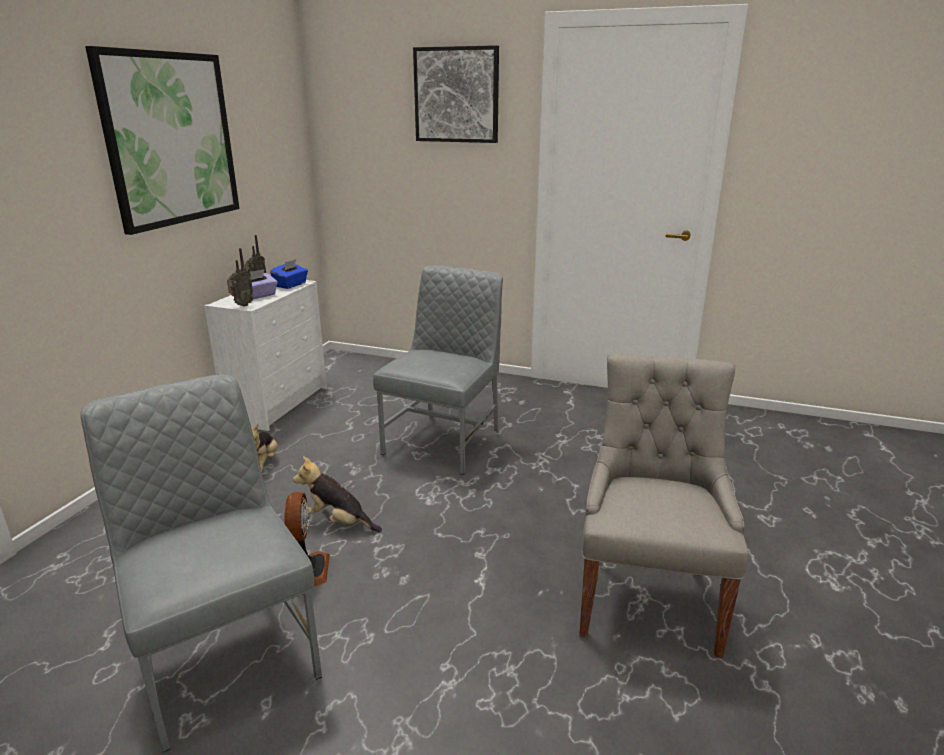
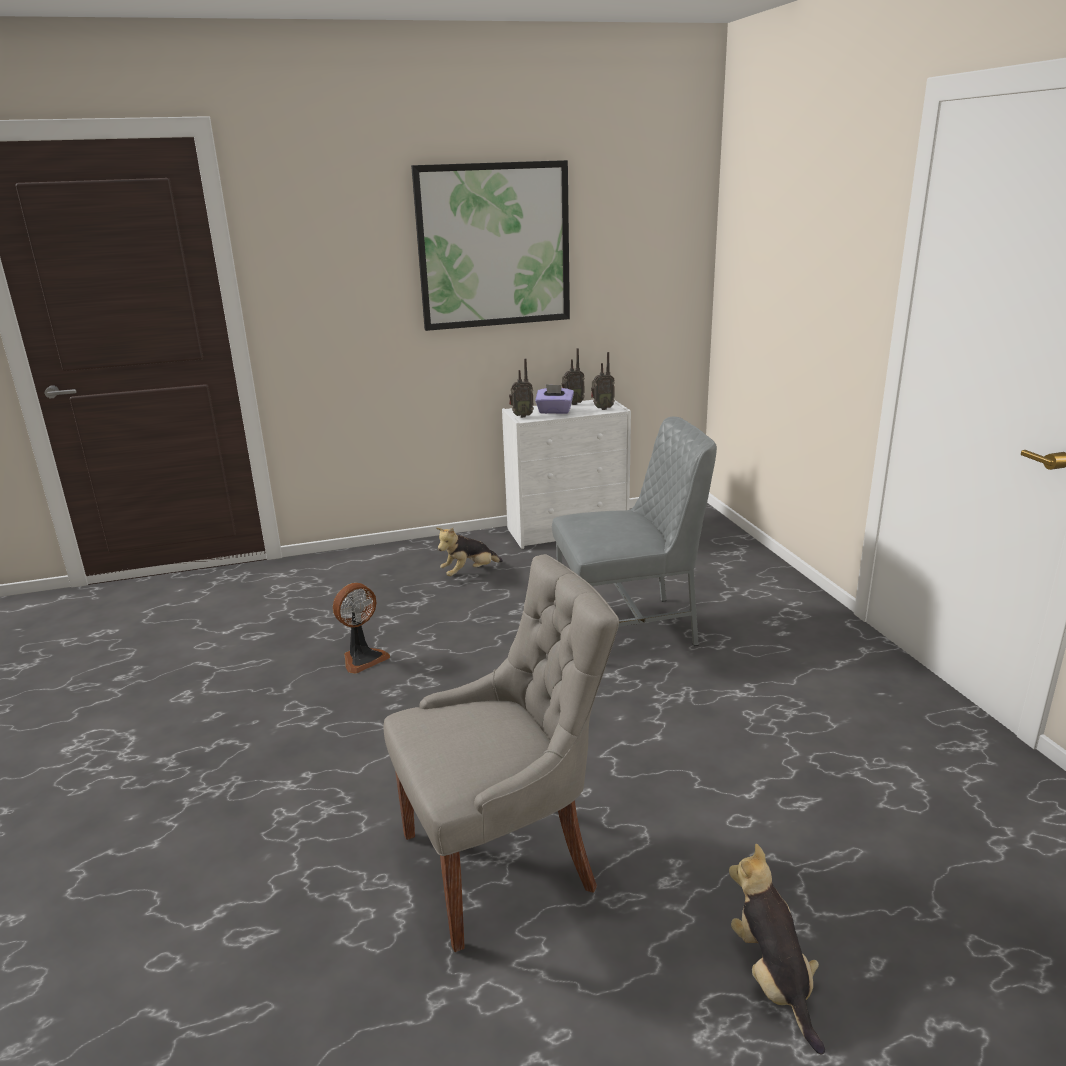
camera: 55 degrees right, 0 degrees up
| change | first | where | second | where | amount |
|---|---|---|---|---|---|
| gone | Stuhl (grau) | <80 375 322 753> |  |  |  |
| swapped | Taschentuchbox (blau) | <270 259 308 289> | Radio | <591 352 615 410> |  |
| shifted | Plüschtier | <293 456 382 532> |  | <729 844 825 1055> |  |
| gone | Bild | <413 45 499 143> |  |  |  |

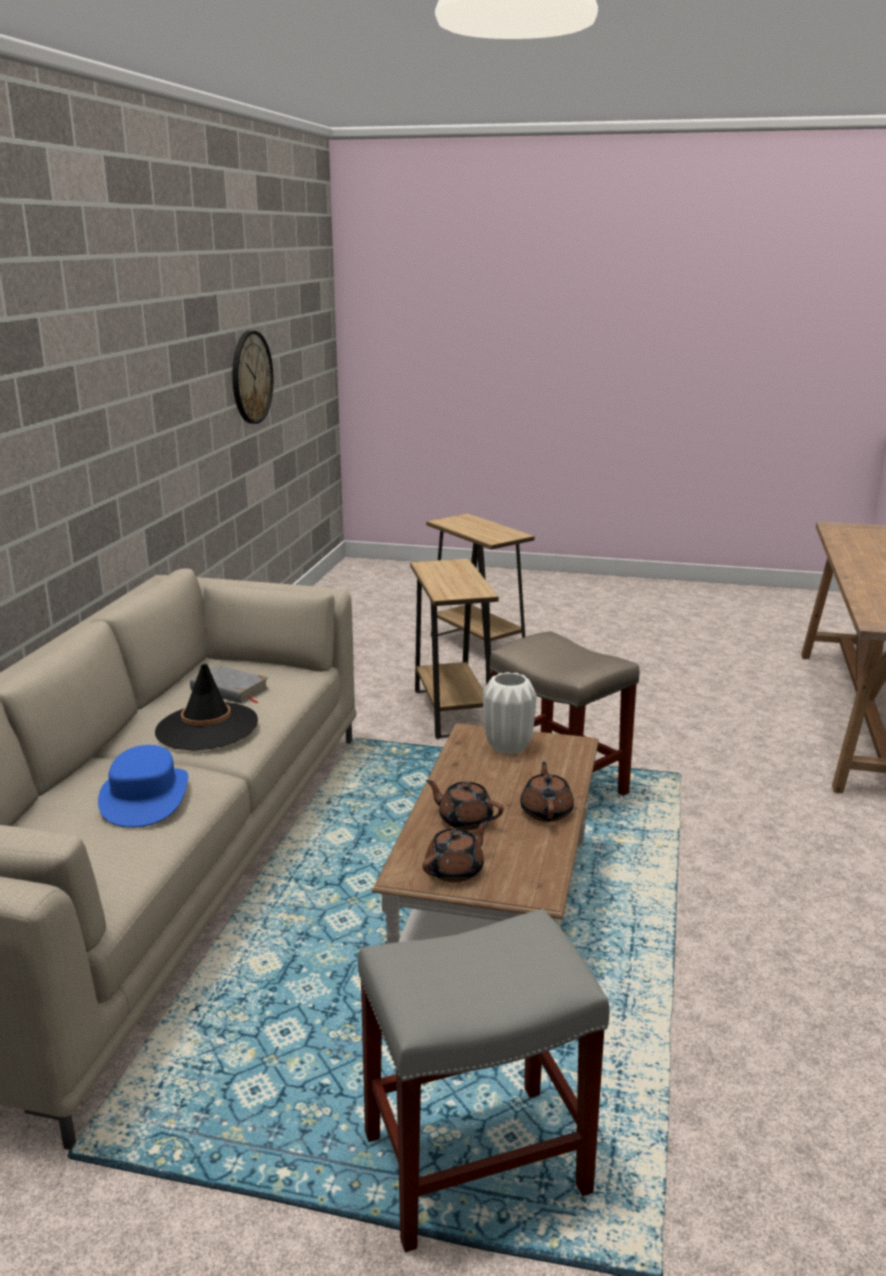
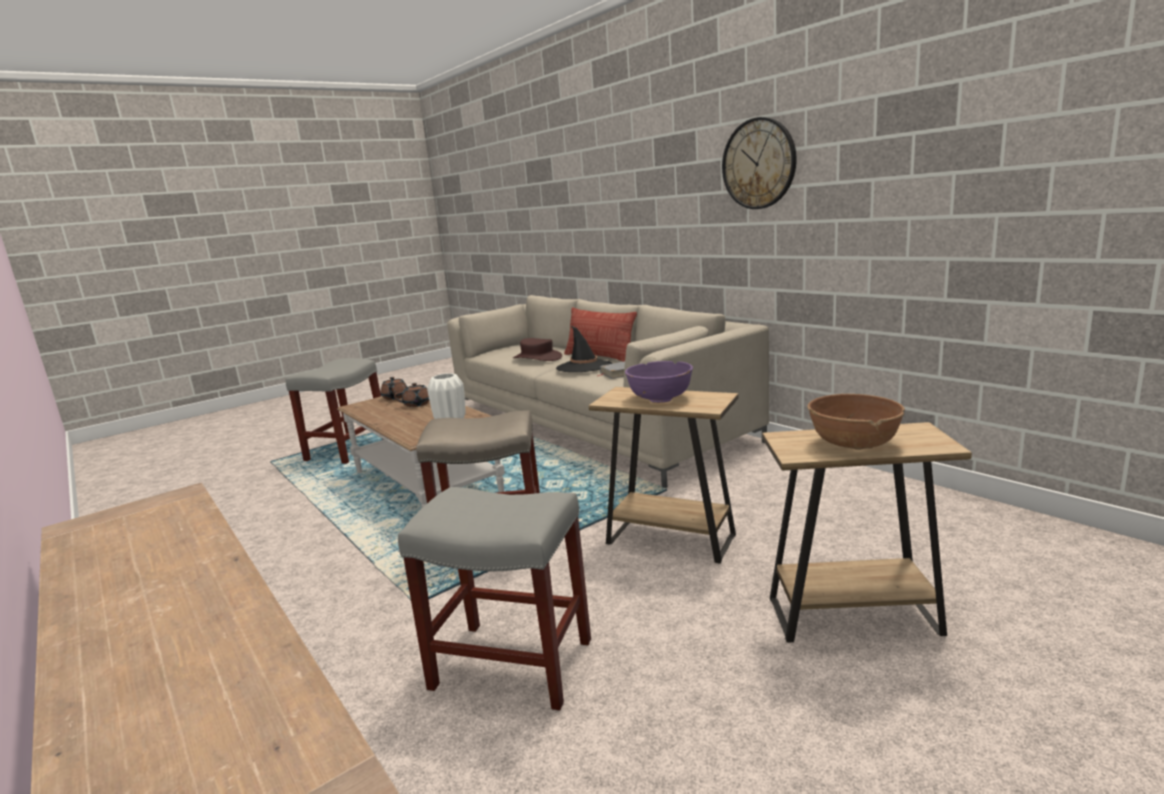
camera: 130 degrees right, 5 degrees down
| change | first | where | second | where | amount |
|---|---|---|---|---|---|
| repainted | Hut (blau) | <98 745 188 828> | Hut (braun) | <513 338 562 361> |  |
| shifted | Wanduhr | <232 331 273 424> |  | <722 117 796 209> |  |
| gone | Teekanne (braun) | <520 762 574 822> |  |  |  |
| new |  |  | Hocker (grau) | <398 487 591 710> |  |
| new |  |  | Kissen | <564 308 637 362> |  |
| new |  |  | Schüssel (lila) | <625 361 693 403> |  |
| new |  |  | Schüssel (braun) | <807 394 905 450> |  |

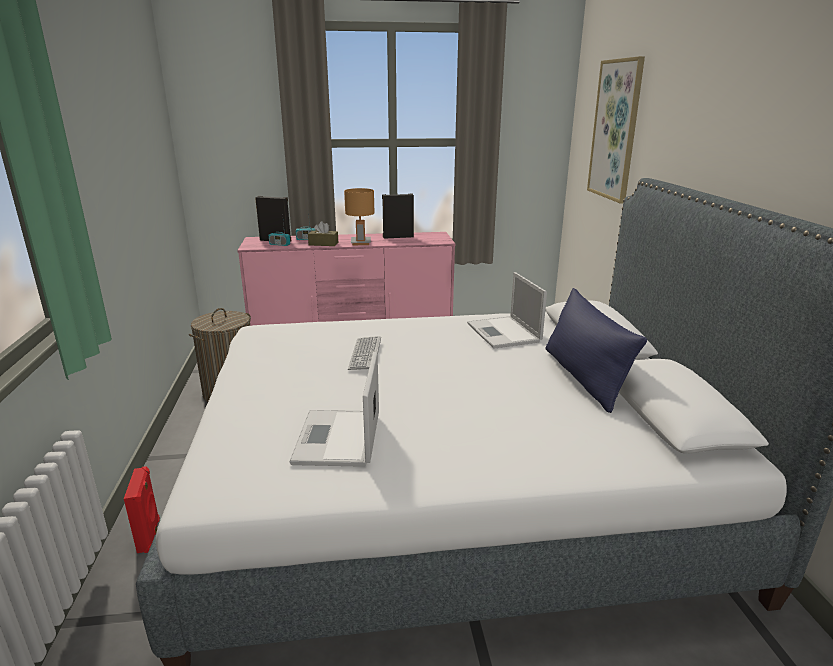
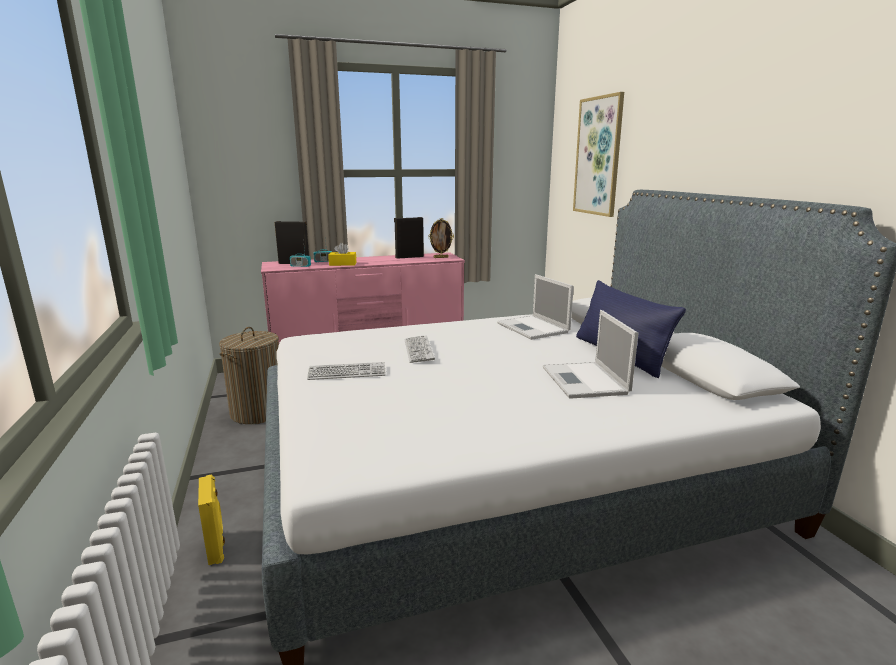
camera: 10 degrees left, 5 degrees down
| change | first | where | second | where | amount |
|---|---|---|---|---|---|
| repainted | Lautsprecher (rot) | <124 466 160 553> | Lautsprecher (gelb) | <198 474 225 565> |  |
| shifted | Laptop | <289 352 379 467> |  | <543 310 639 399> |  |
| repainted | Taschentuchbox (braun) | <308 221 338 246> | Taschentuchbox (gelb) | <328 242 356 266> |  |
| gone | Tischlampe (braun) | <344 188 375 245> |  |  |  |
| new |  |  | Tastatur | <307 362 386 380> |  |
| new |  |  | Bilderrahmen | <428 218 454 258> |  |

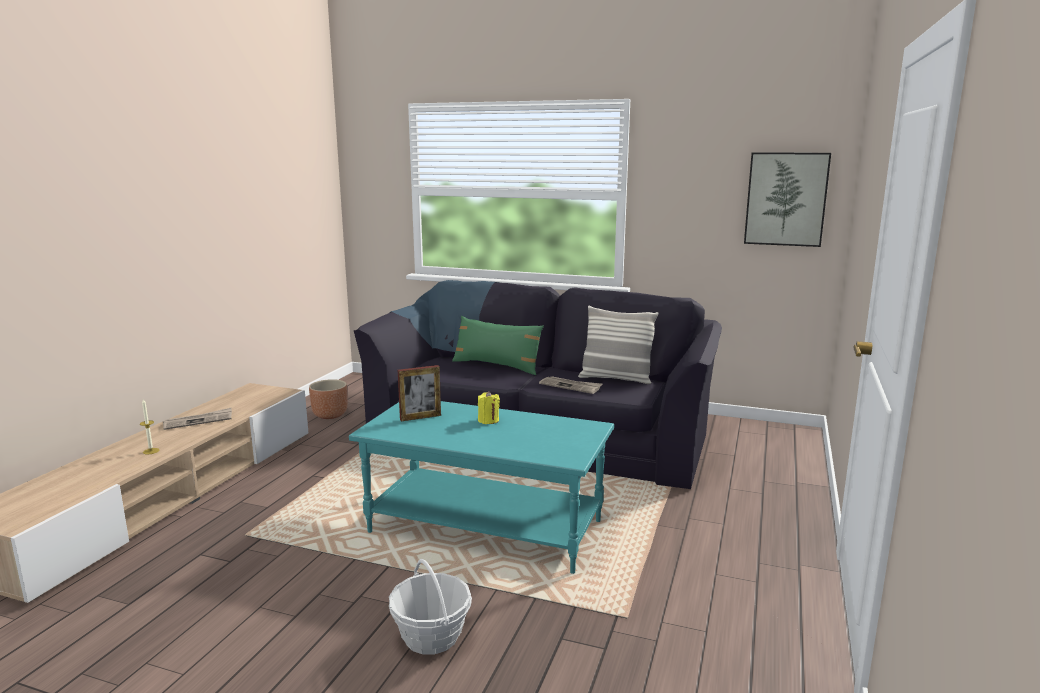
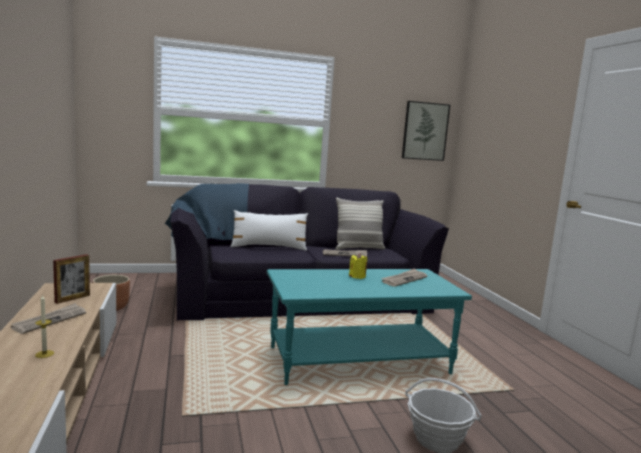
camera: 35 degrees left, 5 degrees down
| change | first | where | second | where | amount |
|---|---|---|---|---|---|
| shifted | Bilderrahmen | <398 365 441 421> |  | <53 254 90 304> |  |
| repainted | Kissen (grün) | <452 316 544 375> | Kissen (weiß) | <230 210 308 251> |  |
| new |  |  | Zeitung | <381 268 427 287> |  |

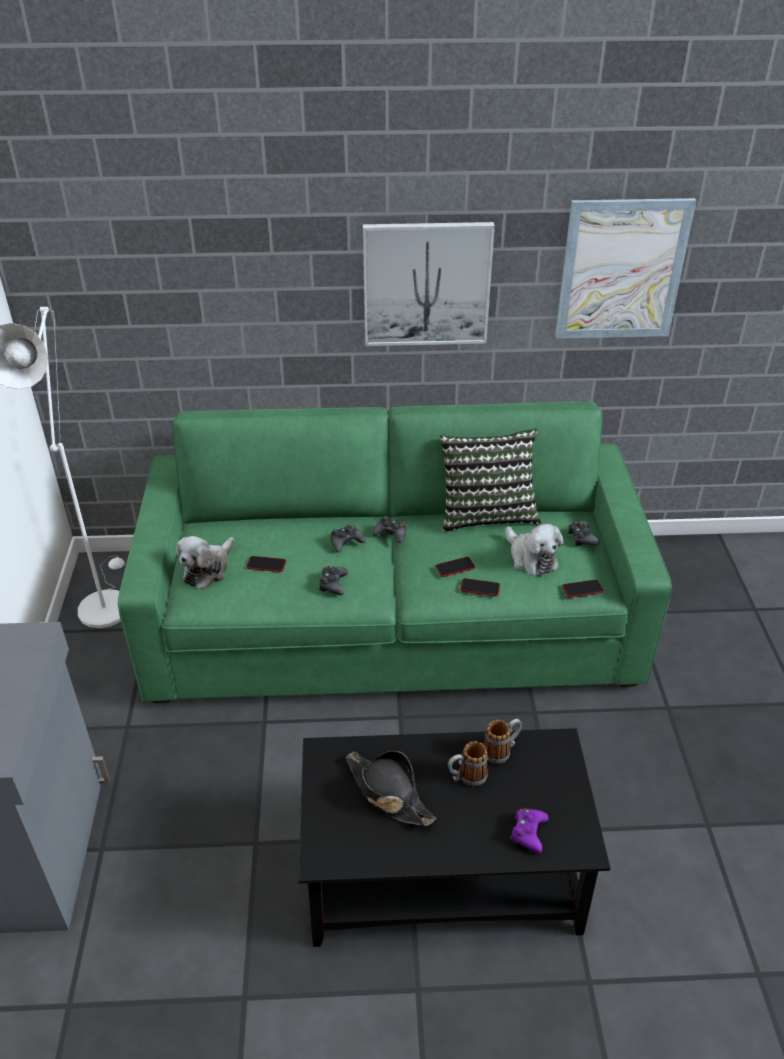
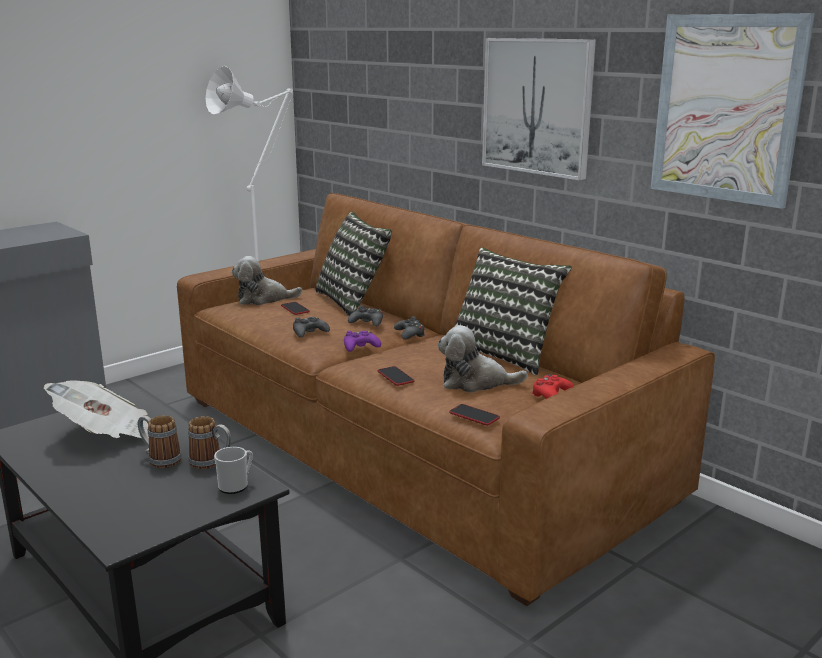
camera: 50 degrees right, 20 degrees down
| change | first | where | second | where | amount |
|---|---|---|---|---|---|
| repainted | Sofa (grün) | <118 402 672 703> | Sofa (braun) | <177 193 715 606> |  |
| swapped | Hut (schwarz) | <345 751 436 826> | Zeitung | <44 381 149 438> |  |
| gone | Handy | <435 557 475 577> |  |  |  |
| rotated | Plüschtier | <505 524 564 576> |  | <438 325 528 393> | 75 degrees clockwise |
| shifted | Gamepad (lila) | <510 808 548 853> |  | <344 330 381 352> |  |
| repainted | Gamepad (schwarz) | <567 521 599 546> | Gamepad (rot) | <532 374 574 399> |  |
| new |  |  | Henkelbecher | <214 447 253 494> |  |
| new |  |  | Kissen | <315 212 392 317> |  |

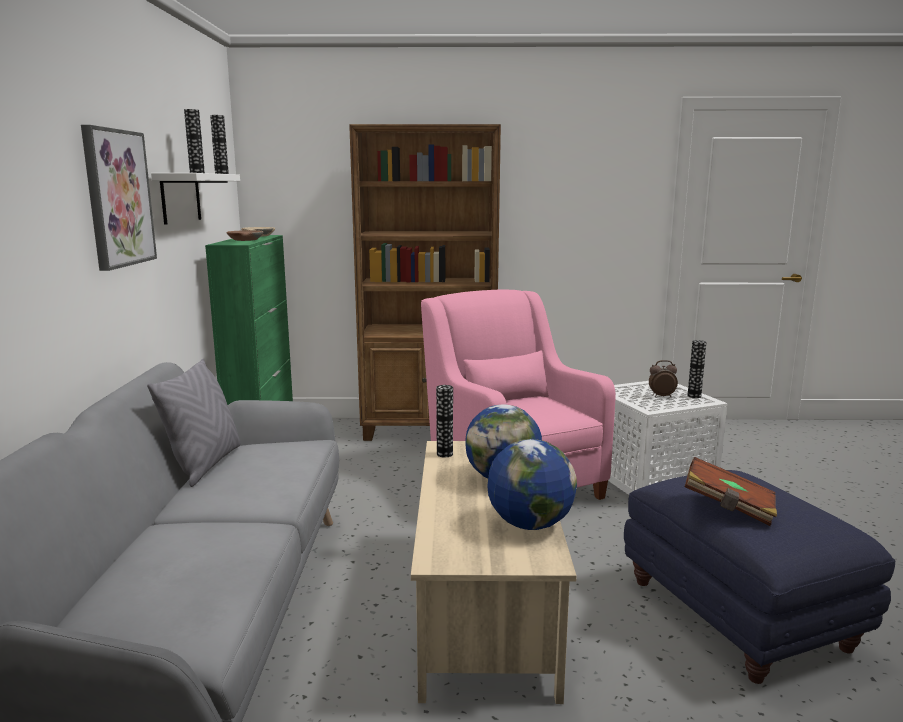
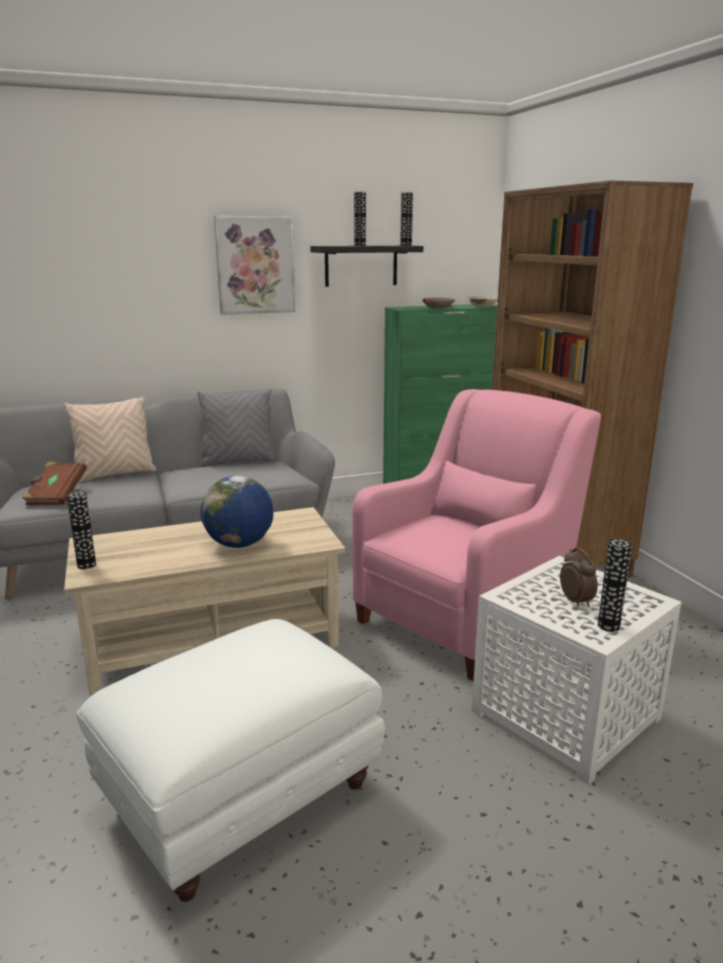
camera: 70 degrees right, 5 degrees up
| change | first | where | second | where | amount |
|---|---|---|---|---|---|
| repainted | Wandregal (weiß) | <151 173 240 225> | Wandregal (schwarz) | <310 246 423 287> |  |
| shifted | Vase | <436 385 453 457> |  | <67 491 96 569> |  |
| gone | Globus | <487 439 577 530> |  |  |  |
| repainted | Polsterhocker (blau) | <624 470 896 684> | Polsterhocker (weiß) | <77 619 385 902> |  |
| shifted | Buch (braun) | <685 457 777 526> |  | <22 462 87 505> |  |
| new |  |  | Kissen (beige) | <63 396 157 483> |  |

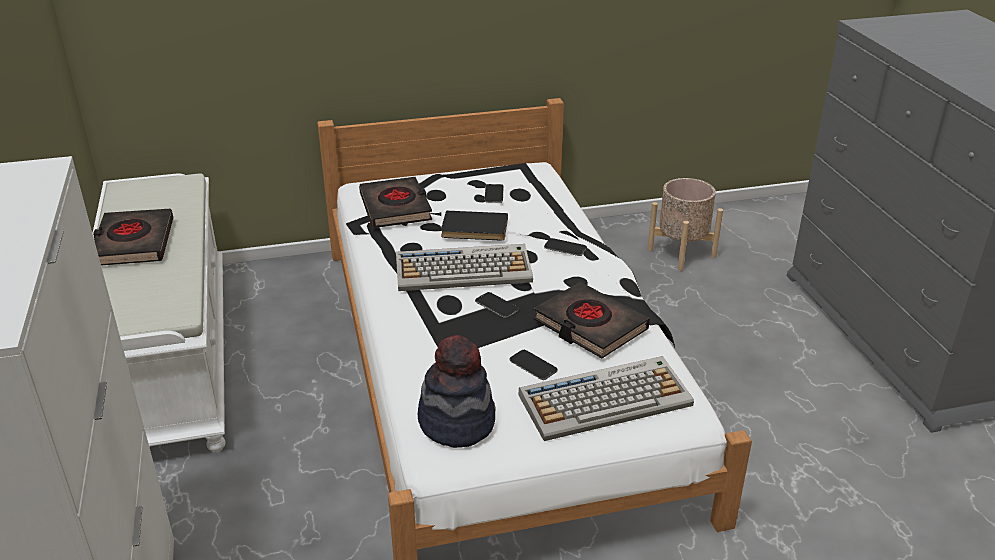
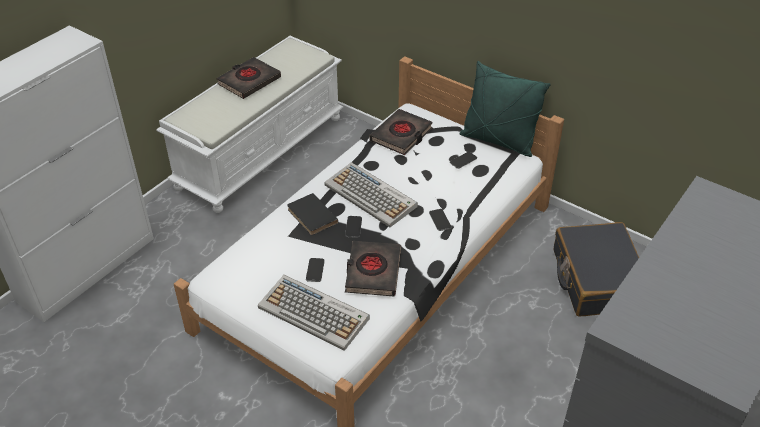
camera: 50 degrees right, 10 degrees up
| change | first | where | second | where | amount |
|---|---|---|---|---|---|
| gone | Hut | <418 335 495 448> |  |  |  |
| shifted | Buch (schwarz) | <441 211 508 240> |  | <287 193 338 235> |  |
| swapped | Pflanzkübel (beige) | <647 178 723 271> | Koffer (schwarz) | <554 222 639 317> |  |
| new |  |  | Kissen (grün) | <459 61 551 157> |  |

